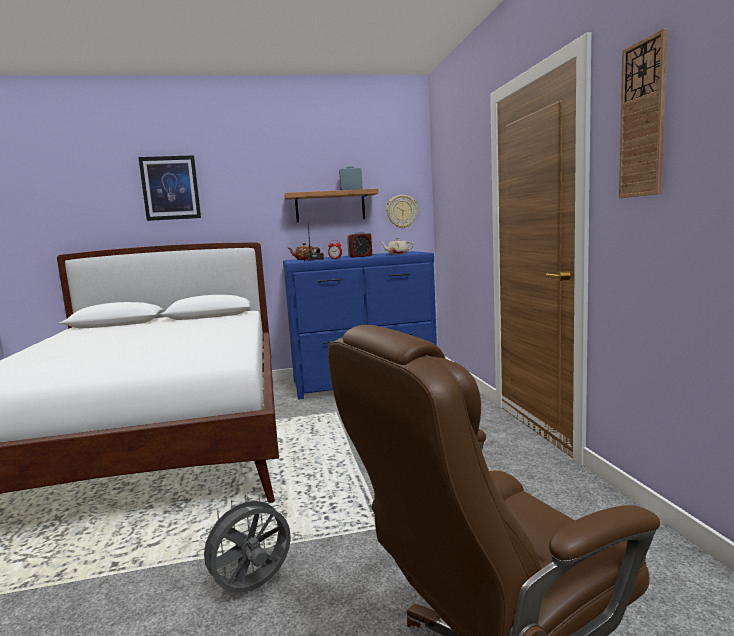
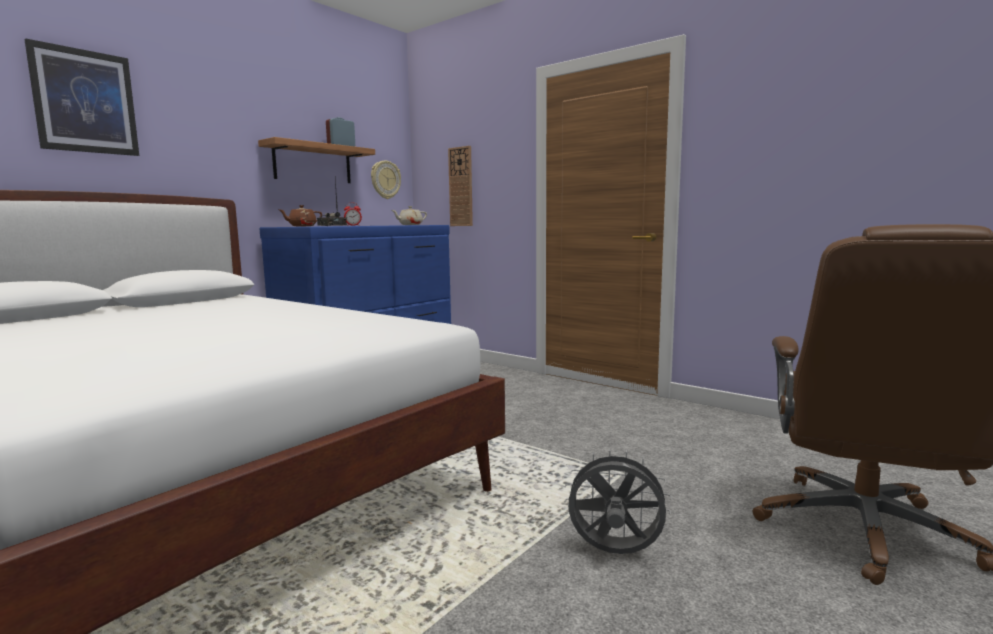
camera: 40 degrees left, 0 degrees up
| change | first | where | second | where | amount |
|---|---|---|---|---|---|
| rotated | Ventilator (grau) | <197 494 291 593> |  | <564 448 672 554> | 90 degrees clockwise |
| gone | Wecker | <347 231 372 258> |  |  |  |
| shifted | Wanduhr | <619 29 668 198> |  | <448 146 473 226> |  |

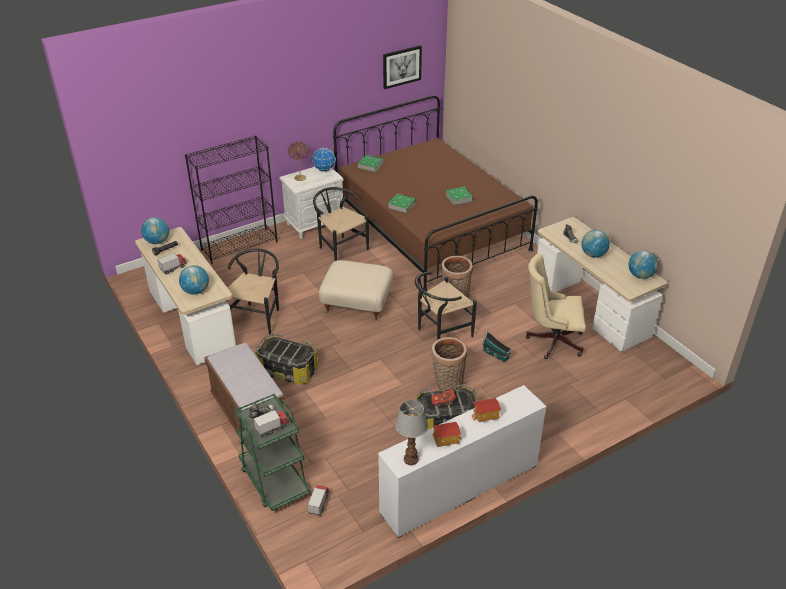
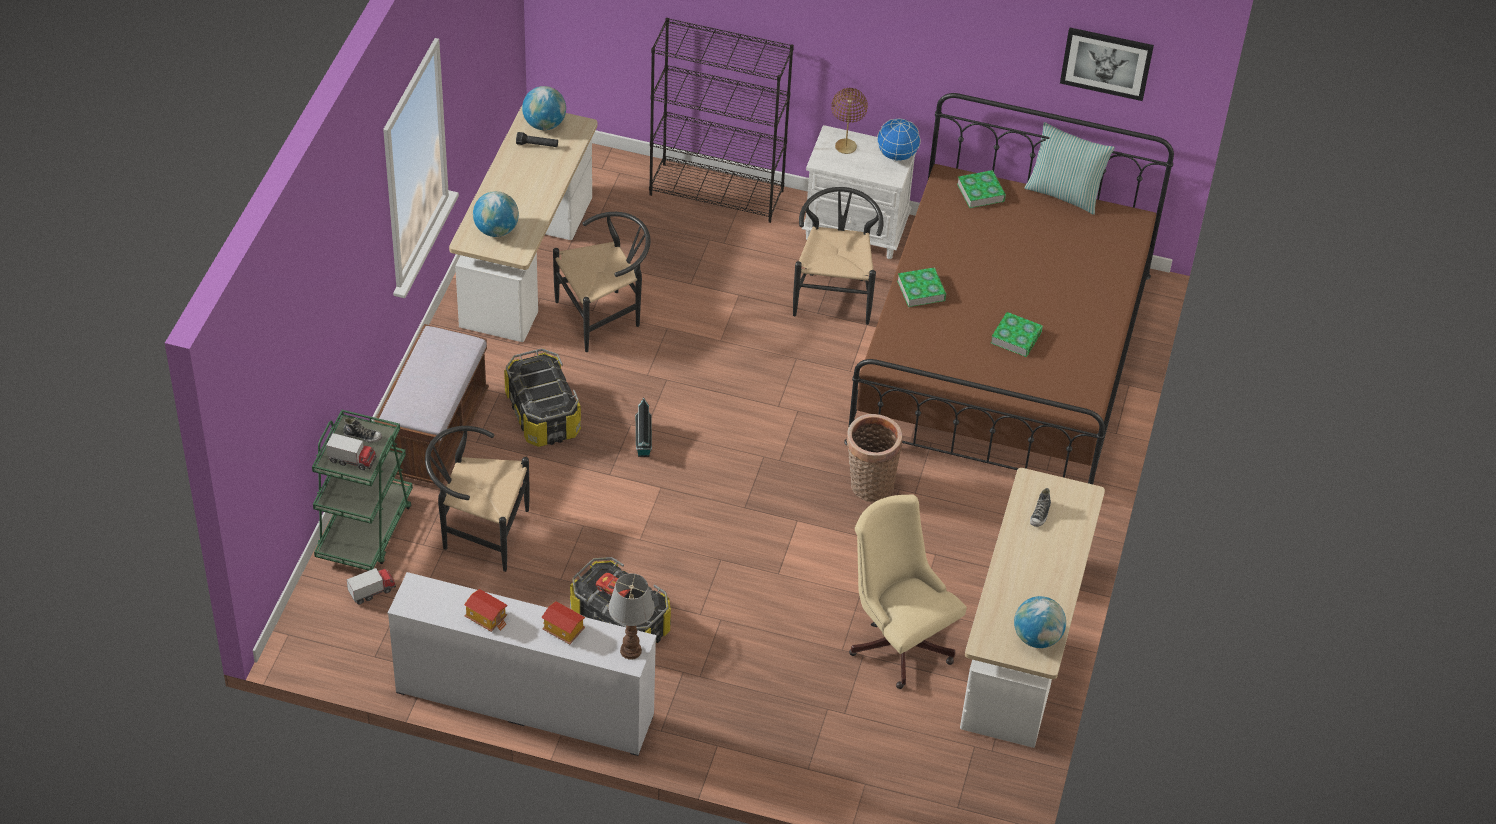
camera: 45 degrees right, 10 degrees up
| change | first | where | second | where | amount |
|---|---|---|---|---|---|
| gone | Spielzeuglaster | <158 253 187 275> |  |  |  |
| gone | Polsterhocker (beige) | <319 260 393 321> |  |  |  |
| shifted | Tischlampe | <395 400 428 465> |  | <608 573 655 660> |  |
| shifted | Stuhl (schwarz) | <415 272 477 340> |  | <425 426 530 572> |  |
| gone | Korb | <432 337 467 391> |  |  |  |
| shifted | Spielzeughaus | <482 331 512 362> |  | <636 397 652 457> |  |
| gone | Globus | <581 230 610 258> |  |  |  |
| new |  |  | Kissen | <1024 122 1115 215> |  |

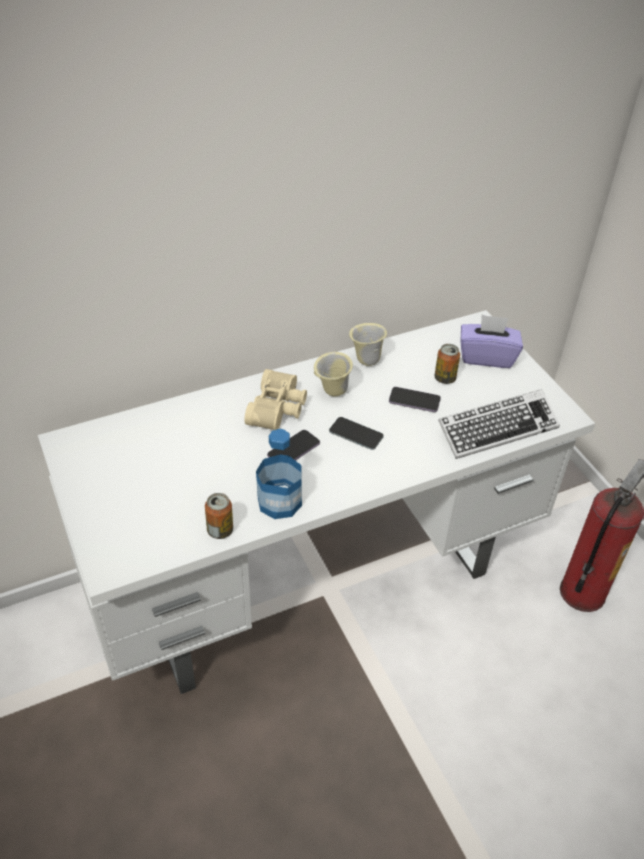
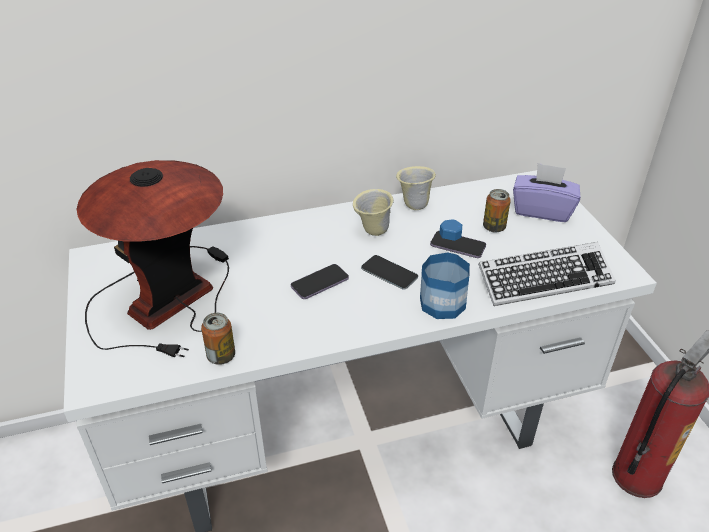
camera: 10 degrees right, 5 degrees down
| change | first | where | second | where | amount |
|---|---|---|---|---|---|
| gone | Fernglas (beige) | <244 369 307 430> |  |  |  |
| shifted | Flasche | <256 429 302 519> |  | <420 219 470 319> |  |
| new |  |  | Tischlampe | <77 160 229 357> |  |

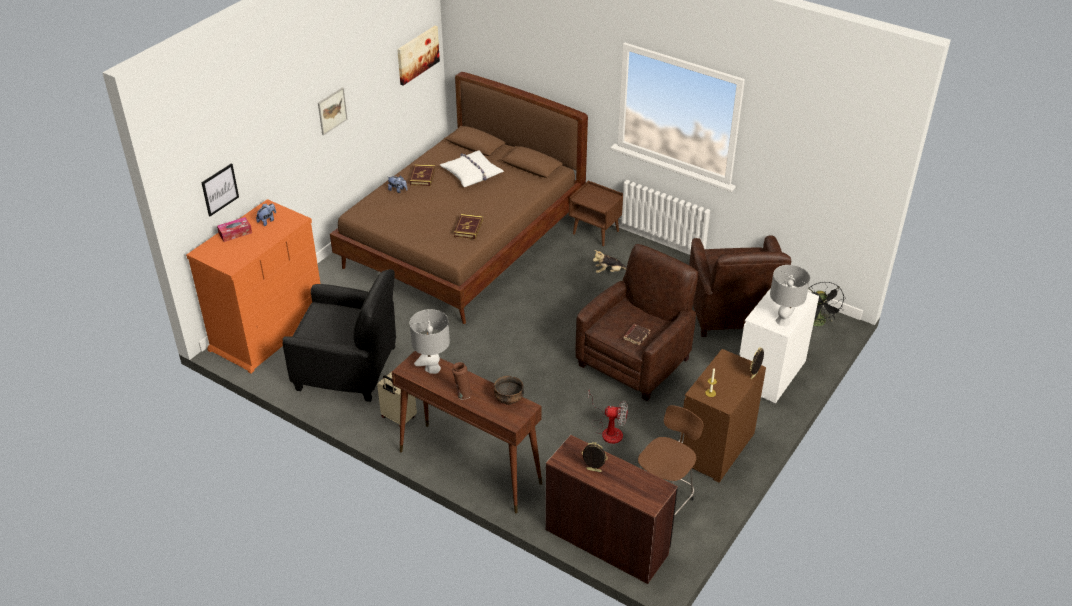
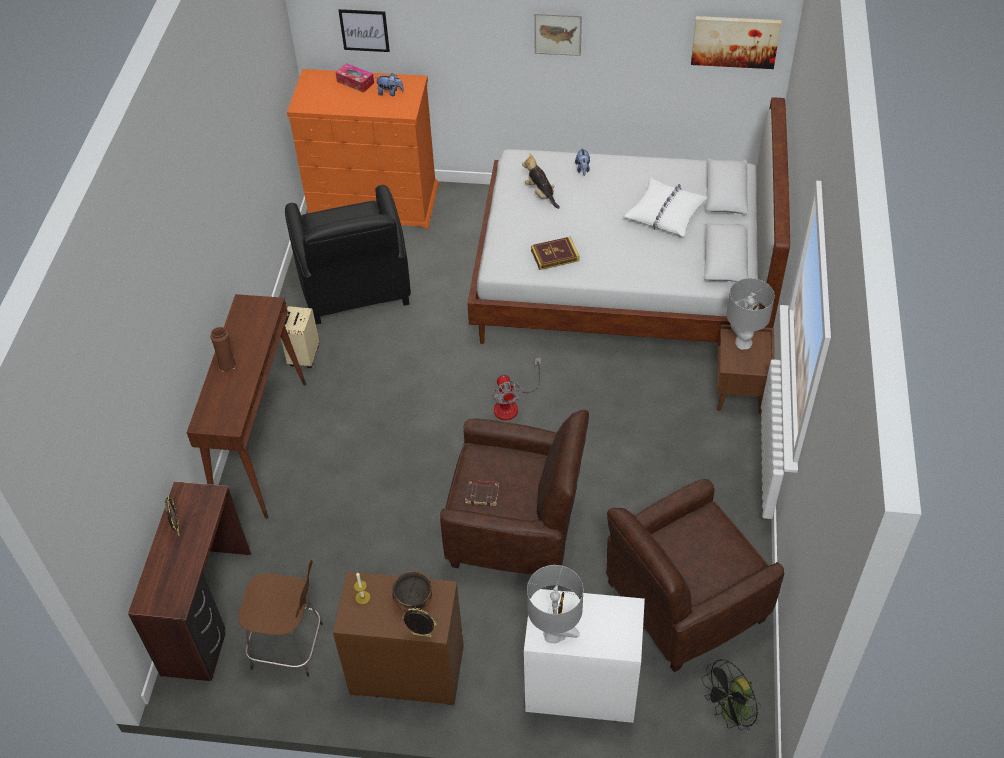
camera: 65 degrees right, 10 degrees up
| change | first | where | second | where | amount |
|---|---|---|---|---|---|
| repainted | Bett (braun) | <330 72 588 324> | Bett (weiß) | <467 97 790 344> |  |
| gone | Buch | <410 164 435 186> |  |  |  |
| shifted | Tischlampe (grau) | <410 309 450 374> |  | <726 278 775 349> |  |
| shifted | Schüssel | <494 376 524 405> |  | <392 570 432 612> |  |
| shifted | Ventilator | <588 392 628 444> |  | <492 357 541 420> |  |
| shifted | Plüschtier | <593 250 627 273> |  | <522 153 560 209> |  |

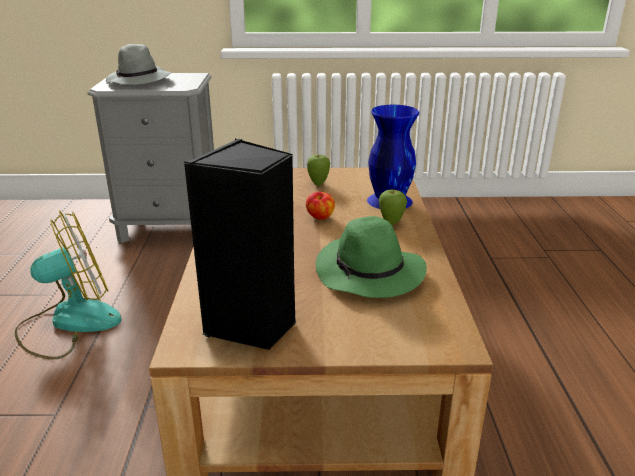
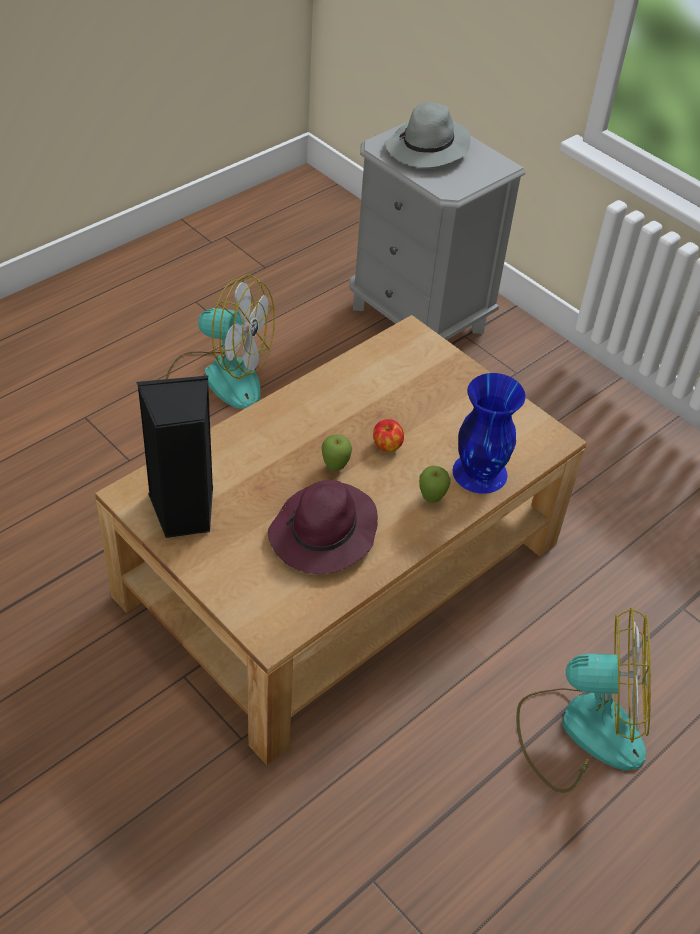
camera: 45 degrees right, 20 degrees up
| change | first | where | second | where | amount |
|---|---|---|---|---|---|
| shifted | Apfel | <307 154 330 186> |  | <321 434 352 471> |  |
| repainted | Hut (grün) | <316 216 427 298> | Hut (lila) | <268 480 378 574> |  |
| new |  |  | Ventilator | <516 607 651 793> |  |

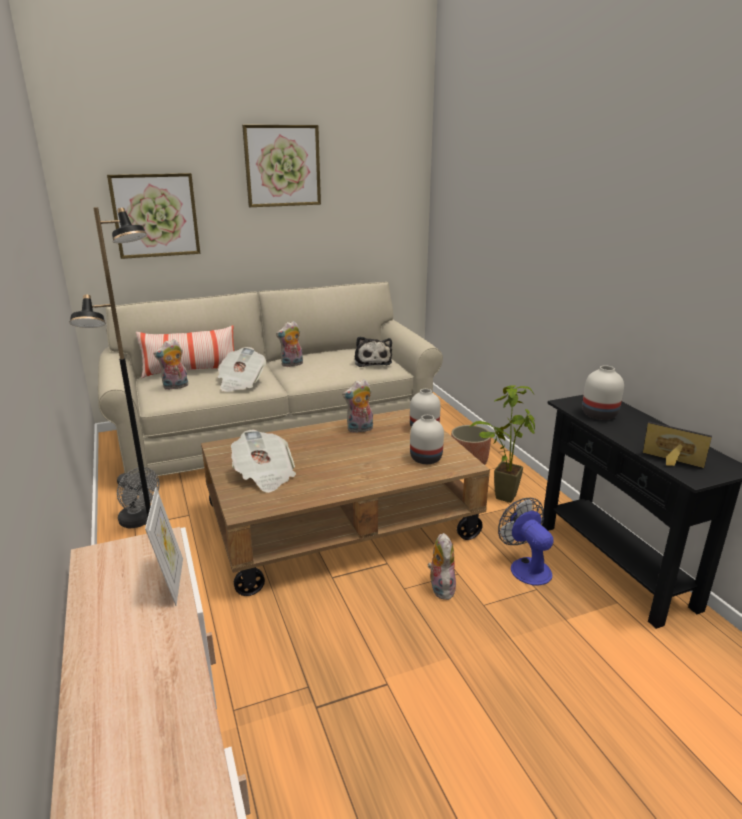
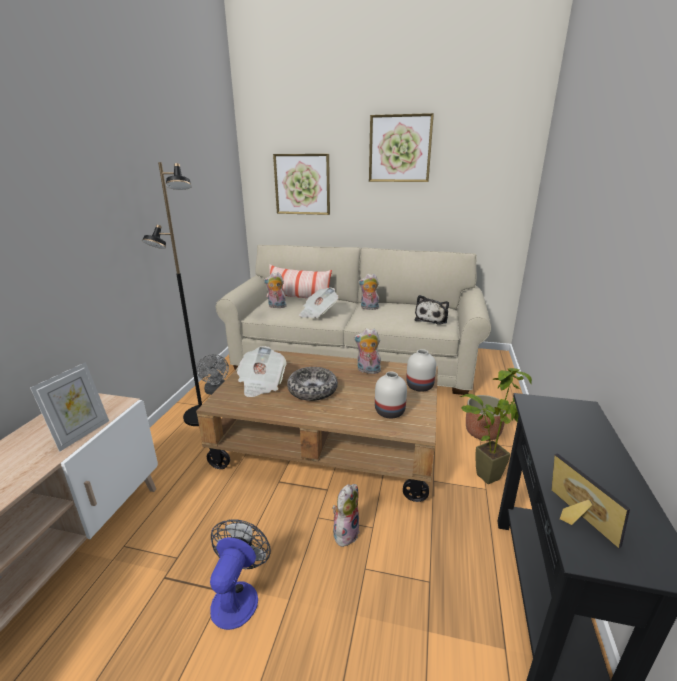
camera: 35 degrees right, 0 degrees up
| change | first | where | second | where | amount |
|---|---|---|---|---|---|
| shifted | Ventilator | <498 498 554 586> |  | <210 519 271 630> |  |
| gone | Vase (weiß) | <582 365 624 420> |  |  |  |
| new |  |  | Schüssel | <287 367 338 401> |  |

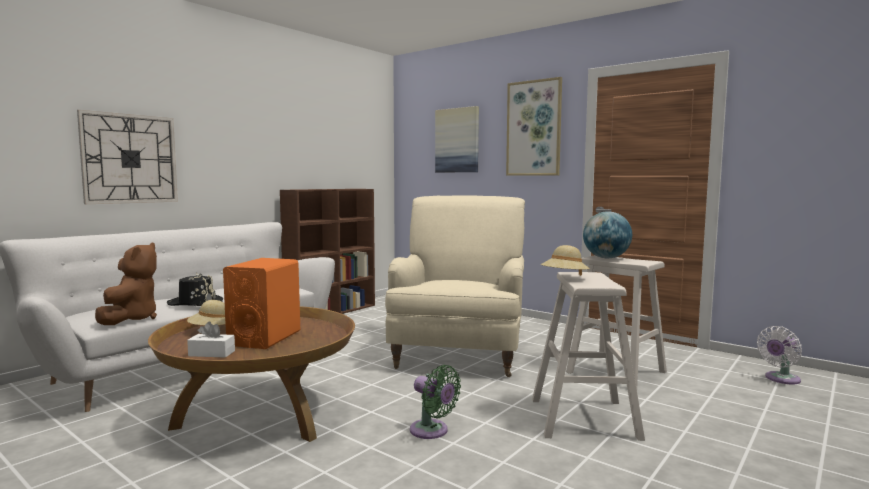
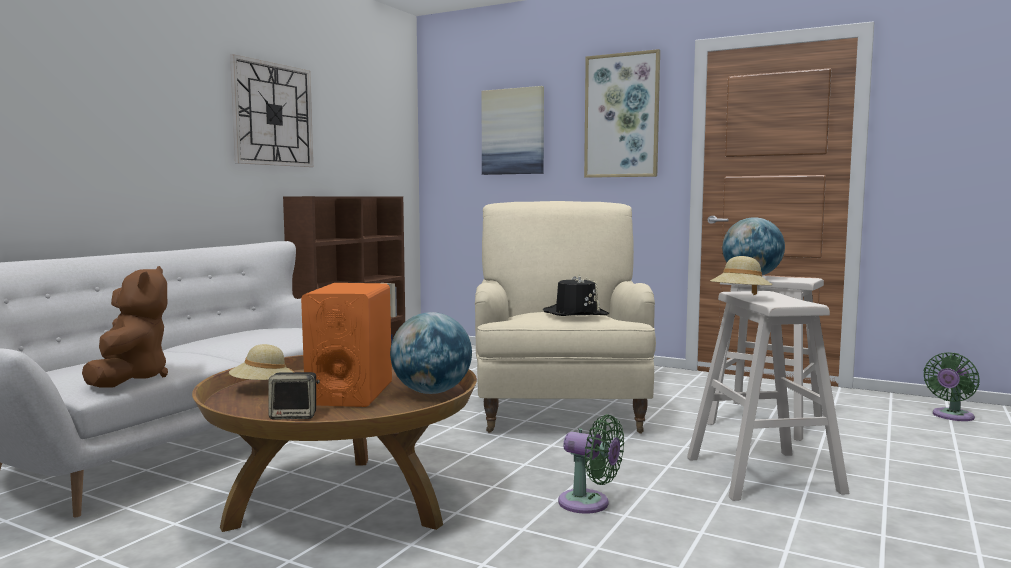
camera: 10 degrees left, 0 degrees up
| change | first | where | second | where | amount |
|---|---|---|---|---|---|
| shifted | Wanduhr | <77 110 178 204> |  | <230 54 313 167> |  |
| shifted | Hut (schwarz) | <167 273 223 306> |  | <543 274 609 316> |  |
| swapped | Taschentuchbox (weiß) | <187 322 235 358> | Lautsprecher | <268 372 320 420> |  |
| repainted | Ventilator (weiß) | <757 326 802 384> | Ventilator (grün) | <924 352 979 421> |  |
| new |  |  | Globus | <390 312 472 394> |  |

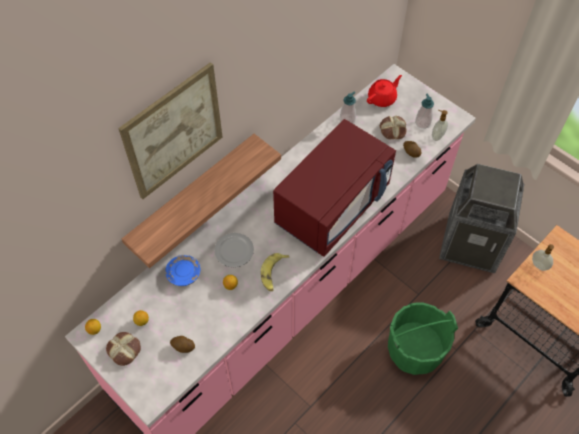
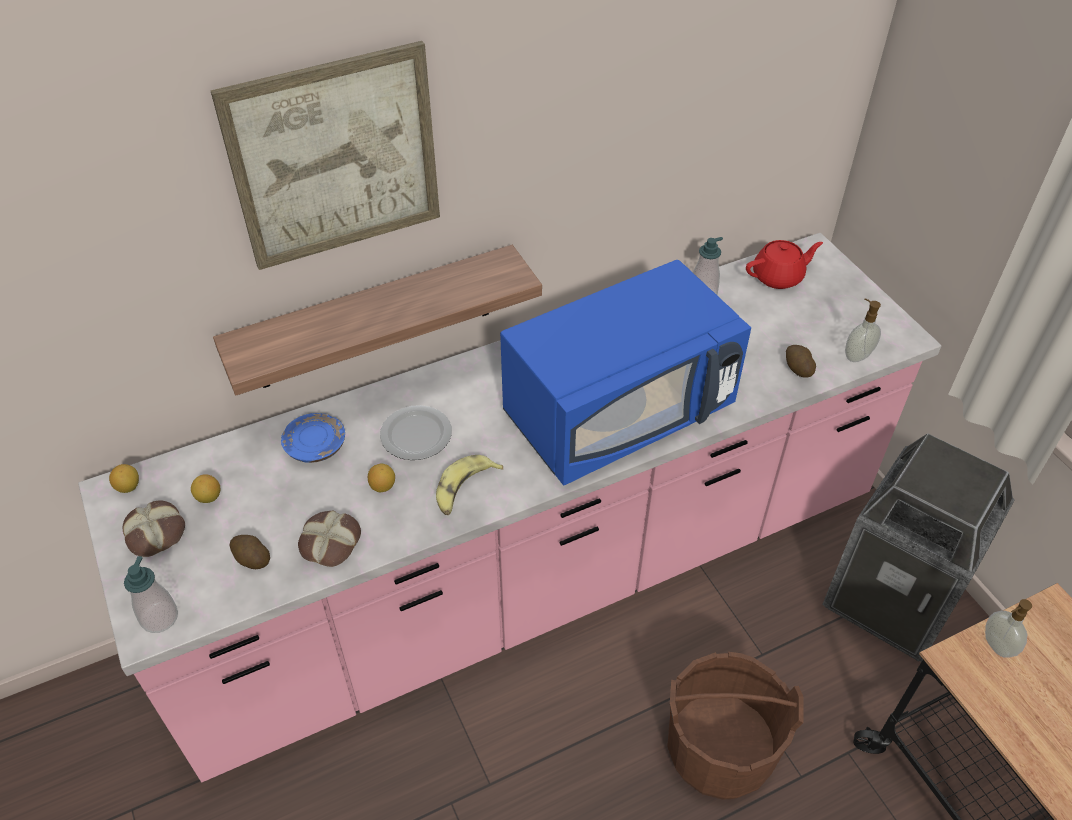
camera: 20 degrees right, 10 degrees down
| change | first | where | second | where | amount |
|---|---|---|---|---|---|
| repainted | Mikrowelle (rot) | <273 119 396 257> | Mikrowelle (blau) | <500 260 751 486> |  |
| shifted | Brot | <380 116 407 139> |  | <298 511 361 567> |  |
| repainted | Eimer (grün) | <388 302 458 375> | Eimer (braun) | <667 652 804 800> |  |
| shifted | Seifenspender | <415 93 434 129> |  | <124 556 178 633> |  |

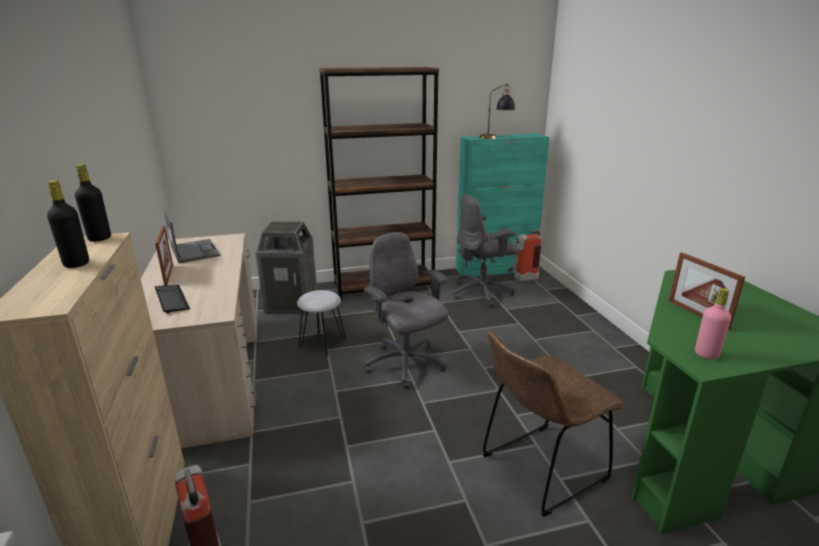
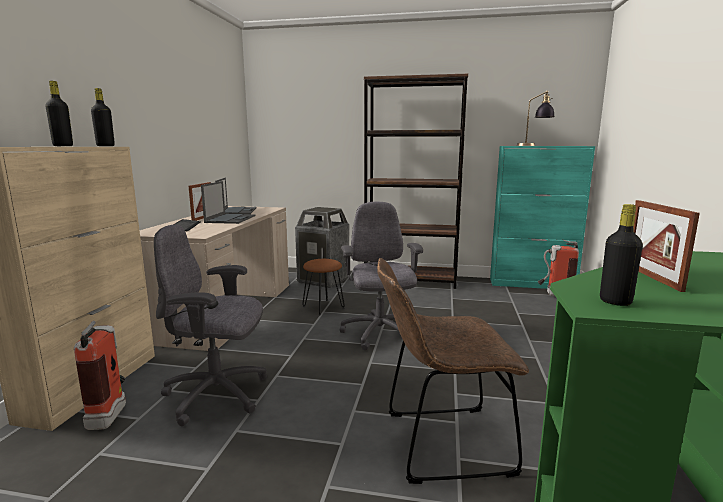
camera: 25 degrees right, 10 degrees down
| change | first | where | second | where | amount |
|---|---|---|---|---|---|
| repainted | Hocker (grau) | <297 290 346 356> | Hocker (braun) | <302 259 345 316> |  |
| shifted | Bürostuhl (grau) | <454 194 518 307> |  | <154 225 267 426> |  |
| repainted | Flasche (rosa) | <695 288 731 360> | Flasche (schwarz) | <600 204 643 306> |  |
| new |  |  | Laptop | <201 181 256 224> |  |

